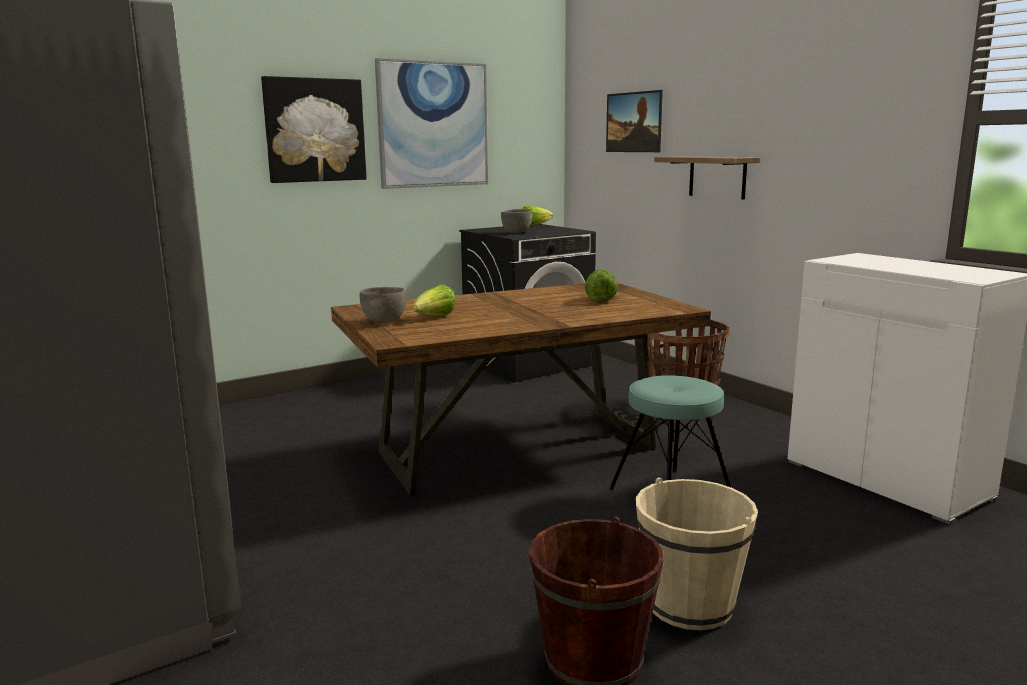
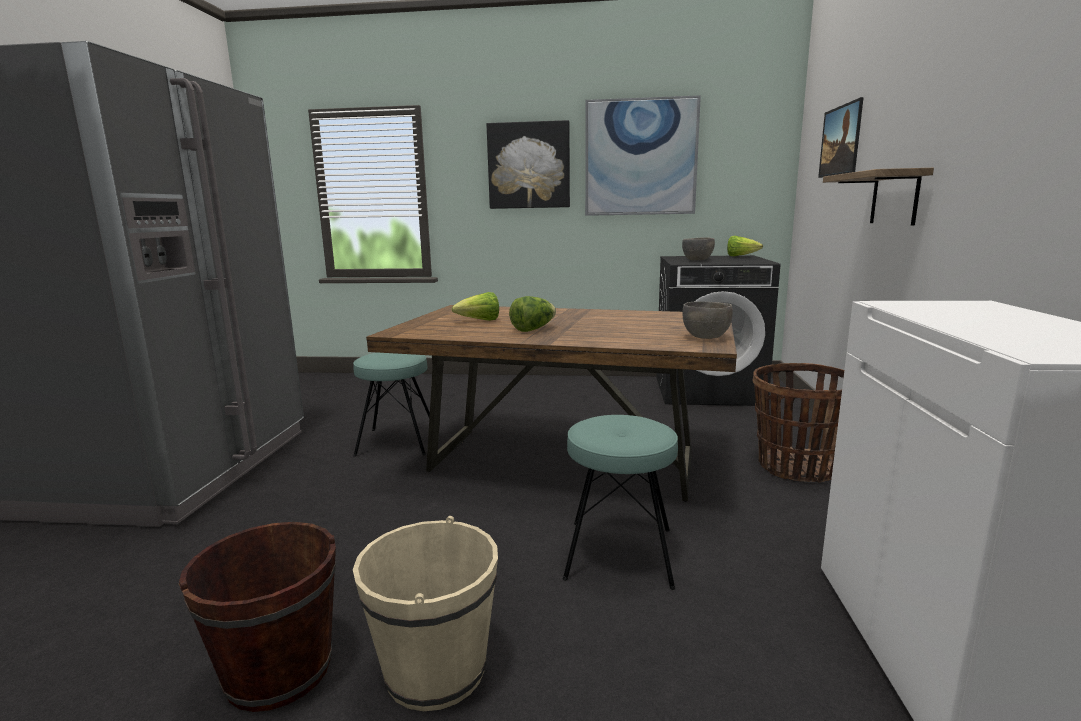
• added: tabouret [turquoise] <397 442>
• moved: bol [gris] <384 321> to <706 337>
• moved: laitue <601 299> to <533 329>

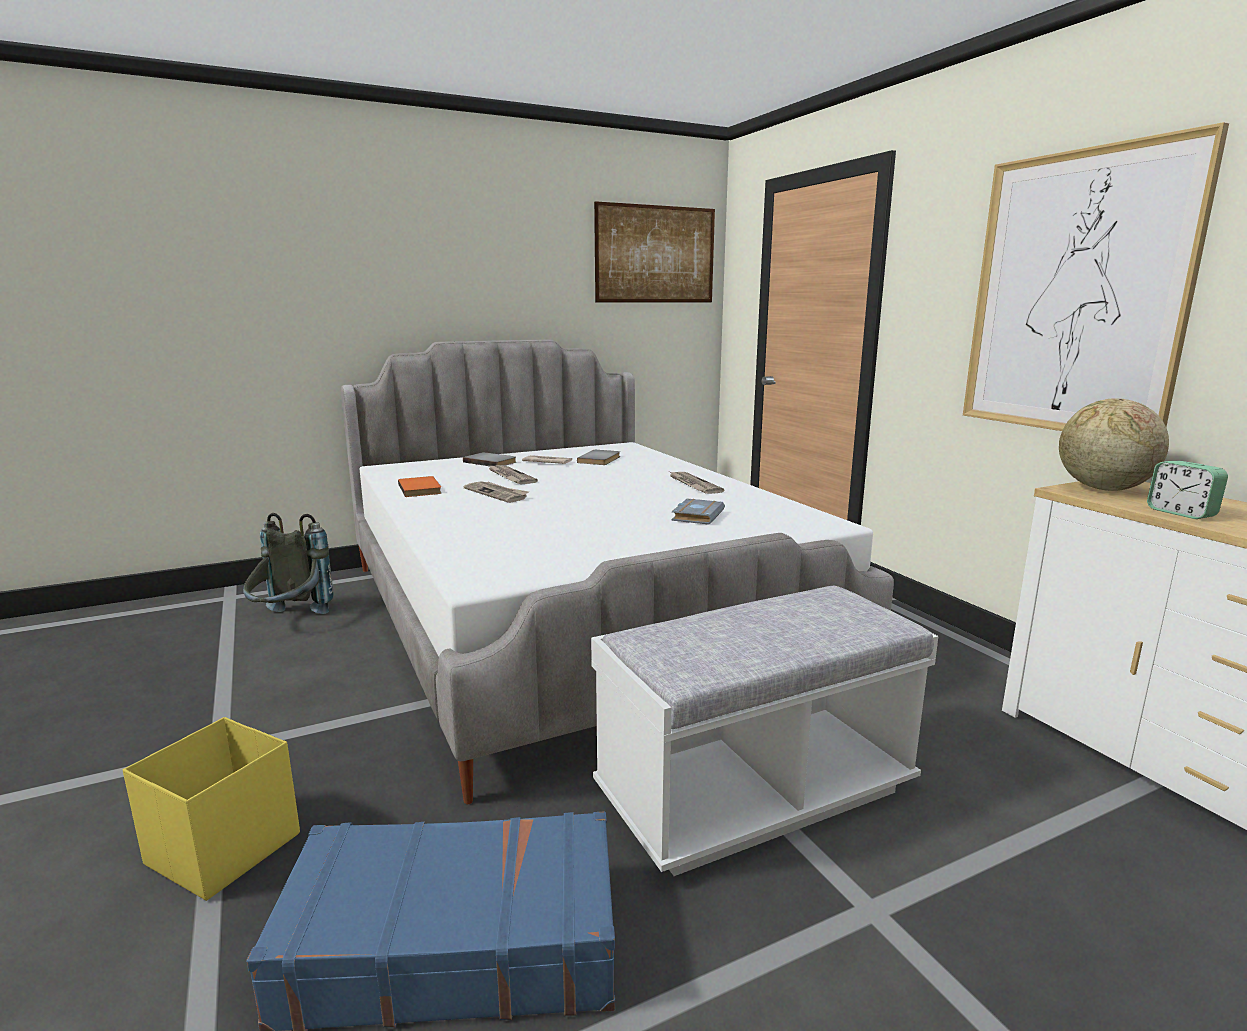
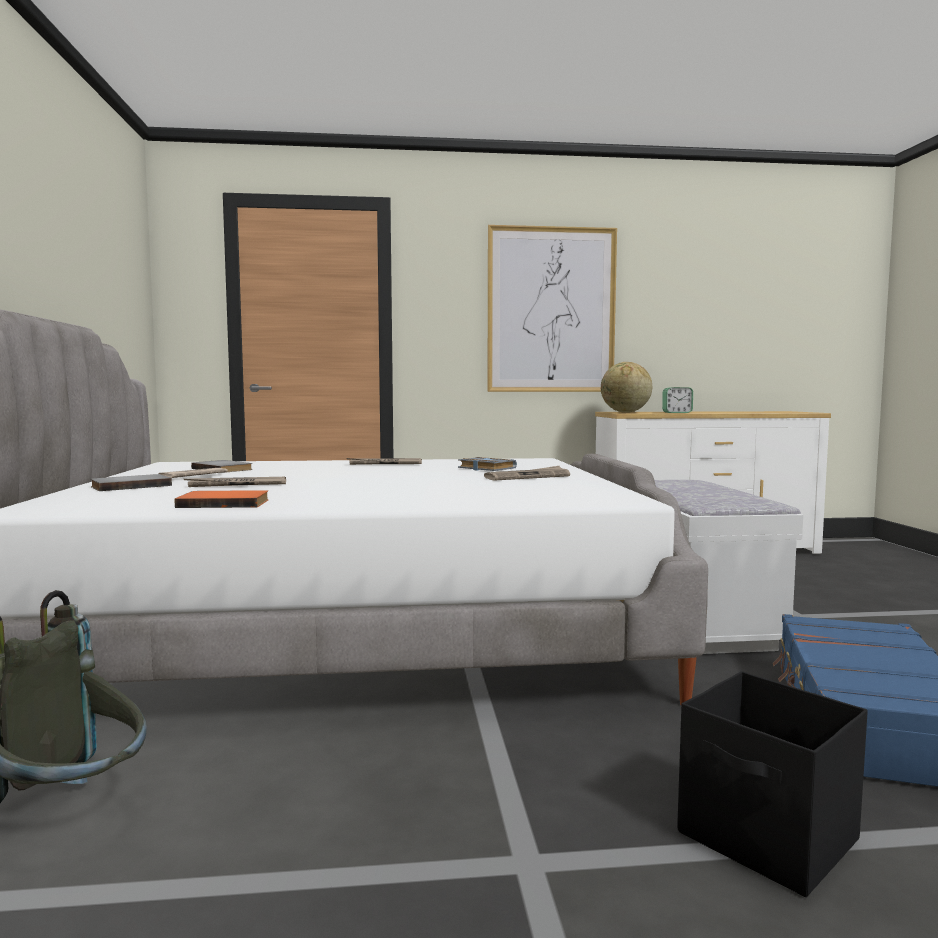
• removed: tableau <655 254>
• moved: journal <497 493> to <527 477>
• recoloured: boîte de rangement [jaune] <221 850> to boîte de rangement [noir] <769 838>

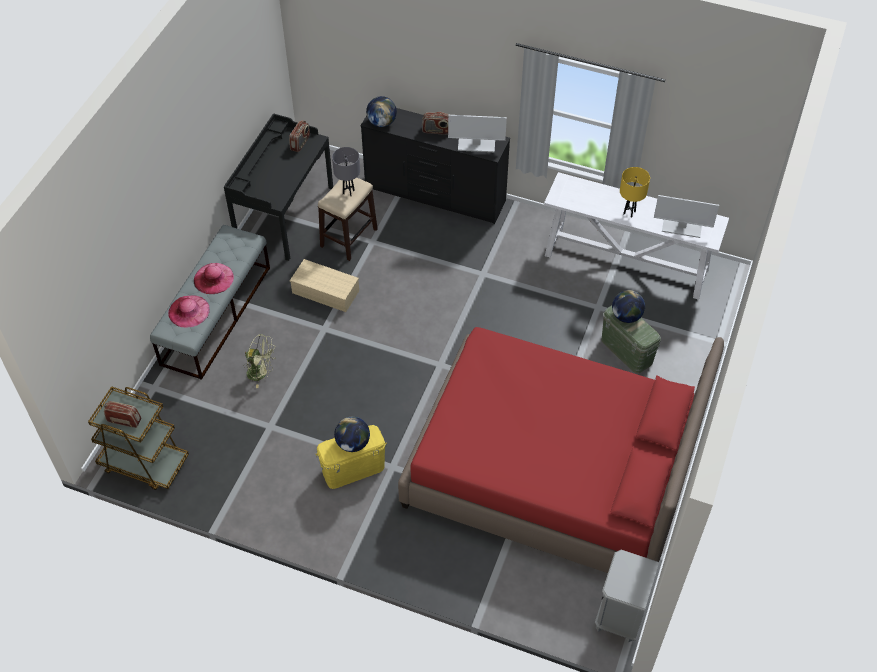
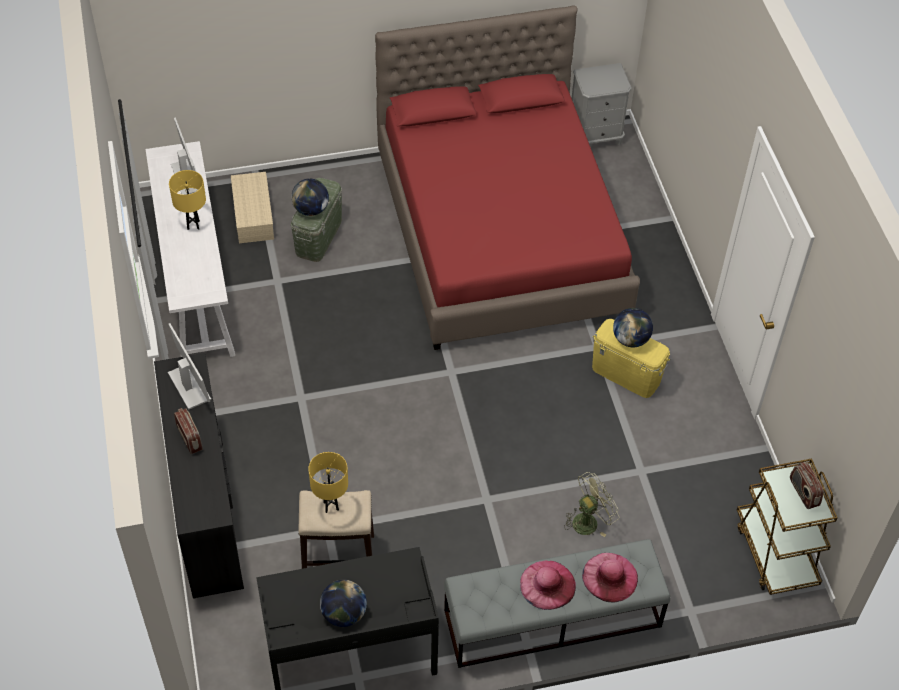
• removed: radio <300 143>
• moved: boîte de rangement [beige] <326 291> to <252 214>
• moved: globe <382 123> to <344 614>
• recoloured: lampe de table [gris] <348 192> to lampe de table [jaune] <330 506>
• turned: ventilateur [vert] <261 373> = <589 520> 75 degrees clockwise

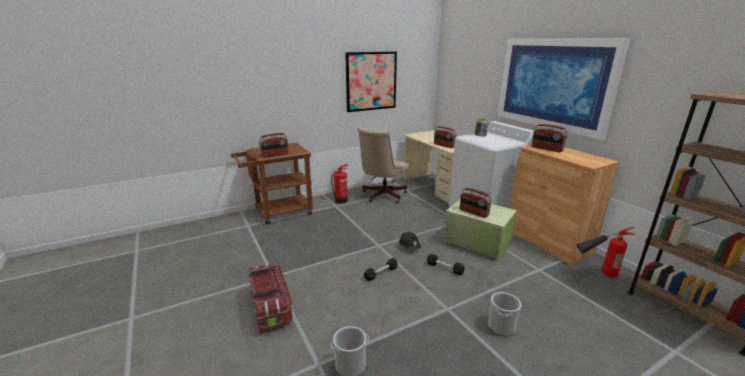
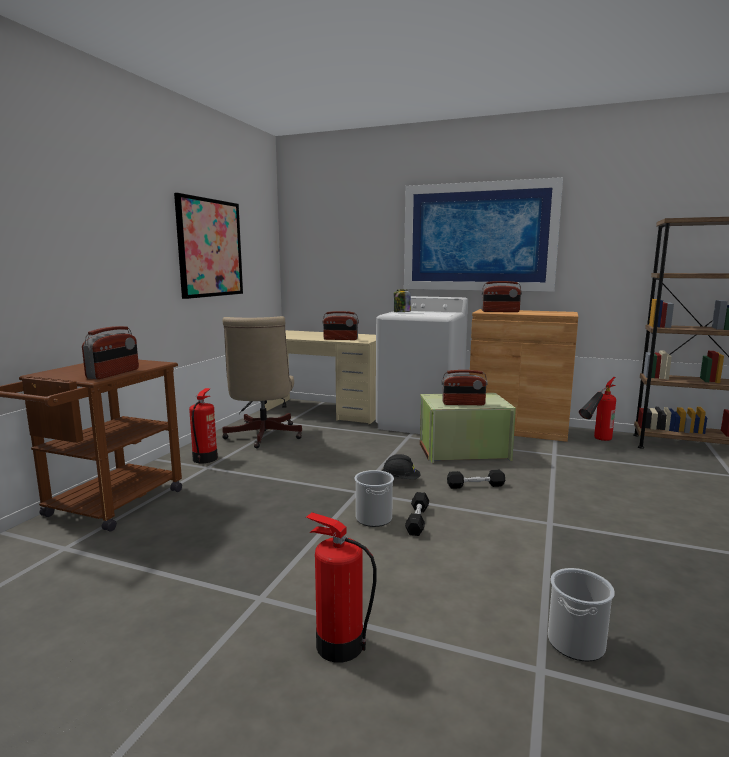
• moved: seau <501 327> to <374 518>
• replaced: boîte de rangement <270 308> to extincteur <338 644>

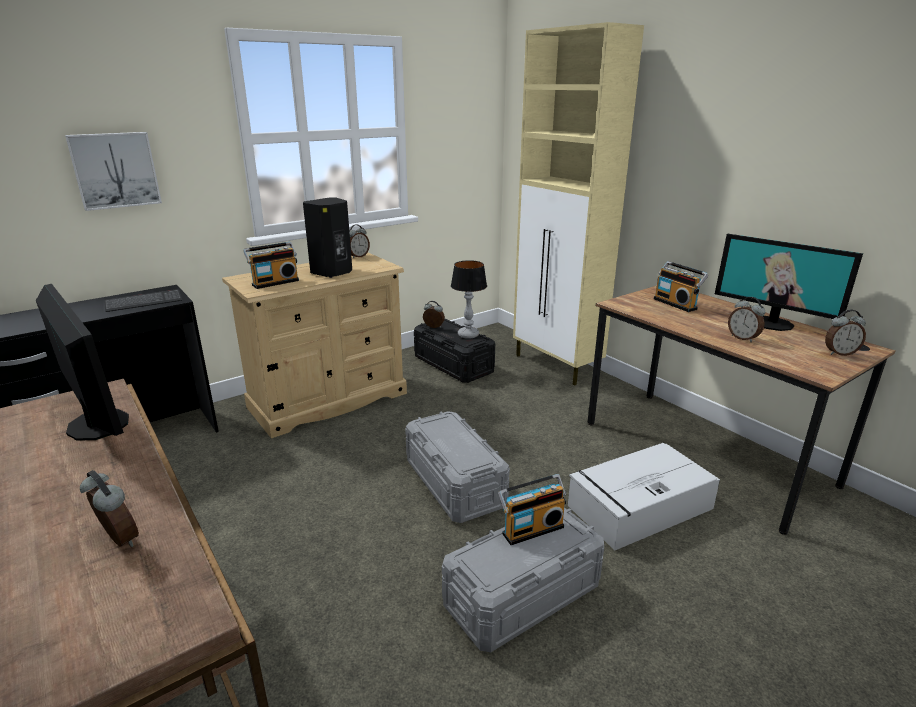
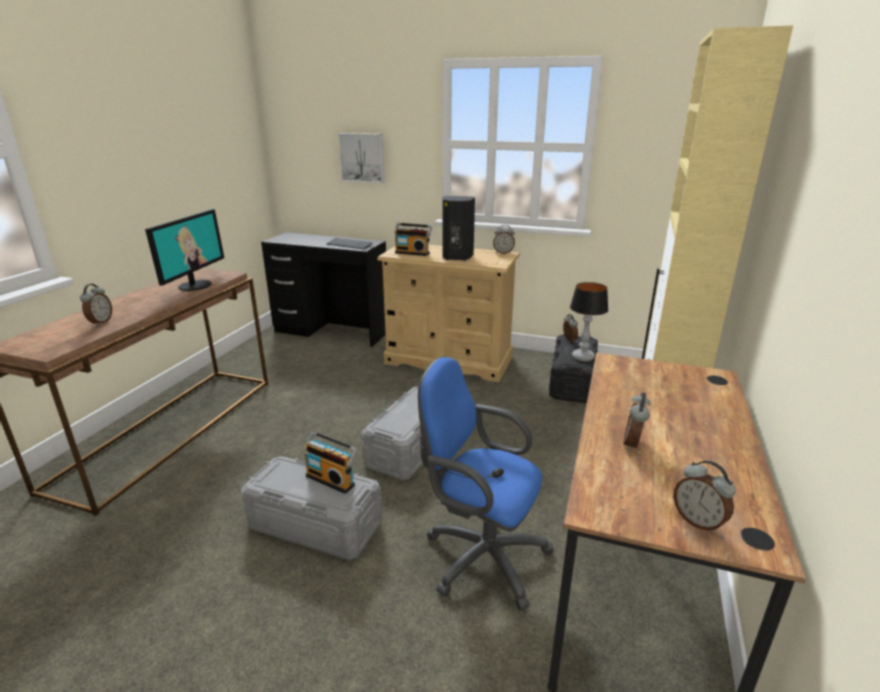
• removed: radio <676 304>
• removed: écran d'ordinateur <772 323>
• replaced: boîte de rangement [gris] <638 508> to chaise de bureau [bleu] <479 556>

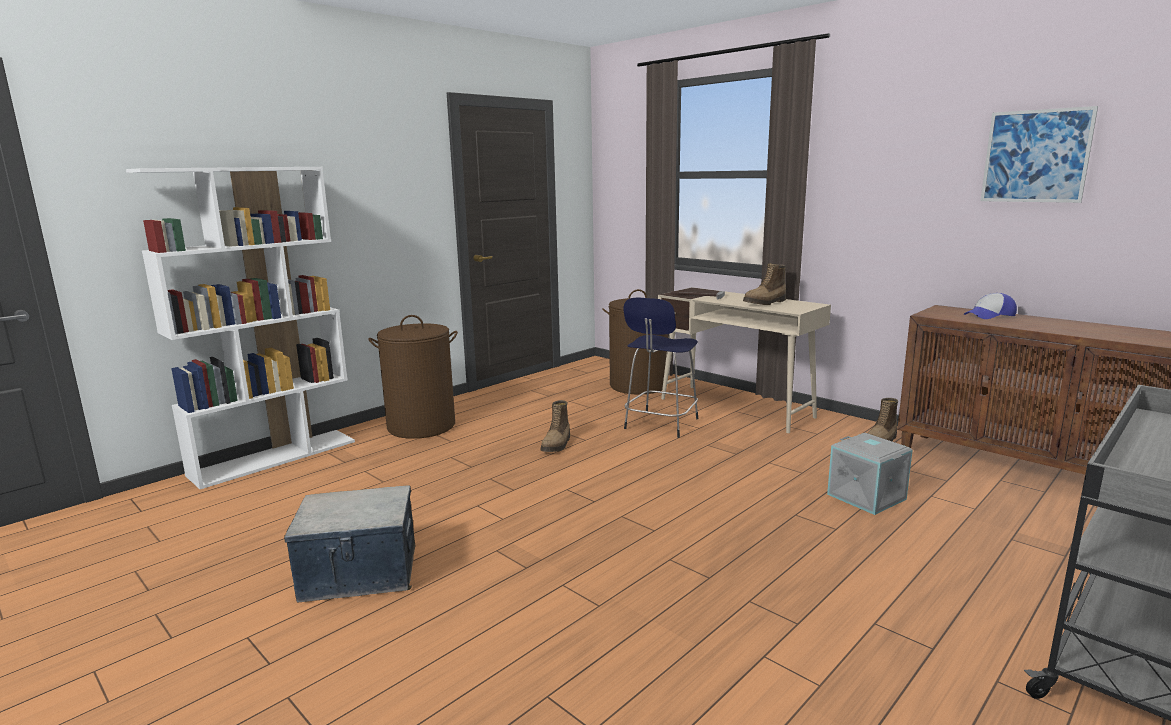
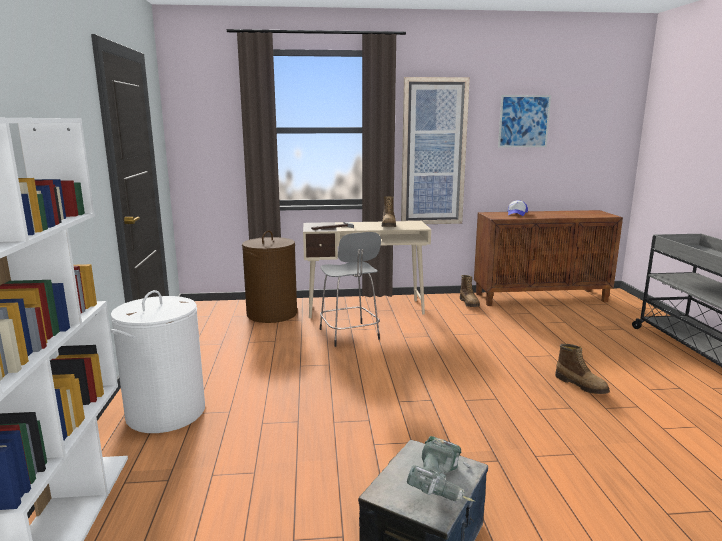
• removed: boîte de rangement [gris] <867 496>
• added: tableau <433 153>
• added: perceuse <443 486>
• moved: botte <557 445> to <581 385>
• recoloured: panier à linge [marron] <421 426> to panier à linge [blanc] <166 412>
• recoloured: tabouret [bleu] <660 424> to tabouret [gris] <349 335>

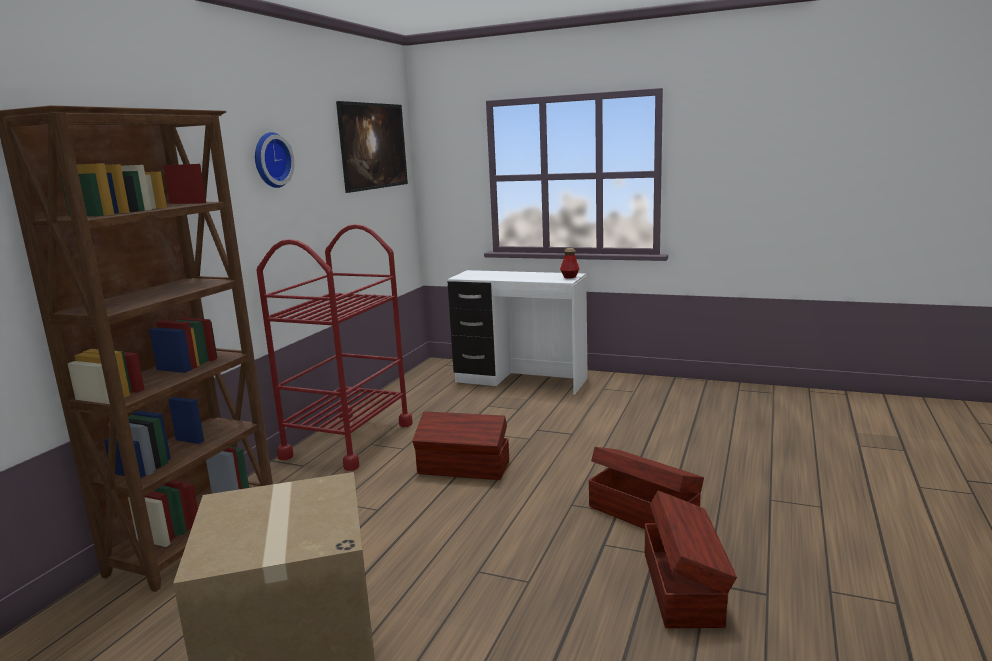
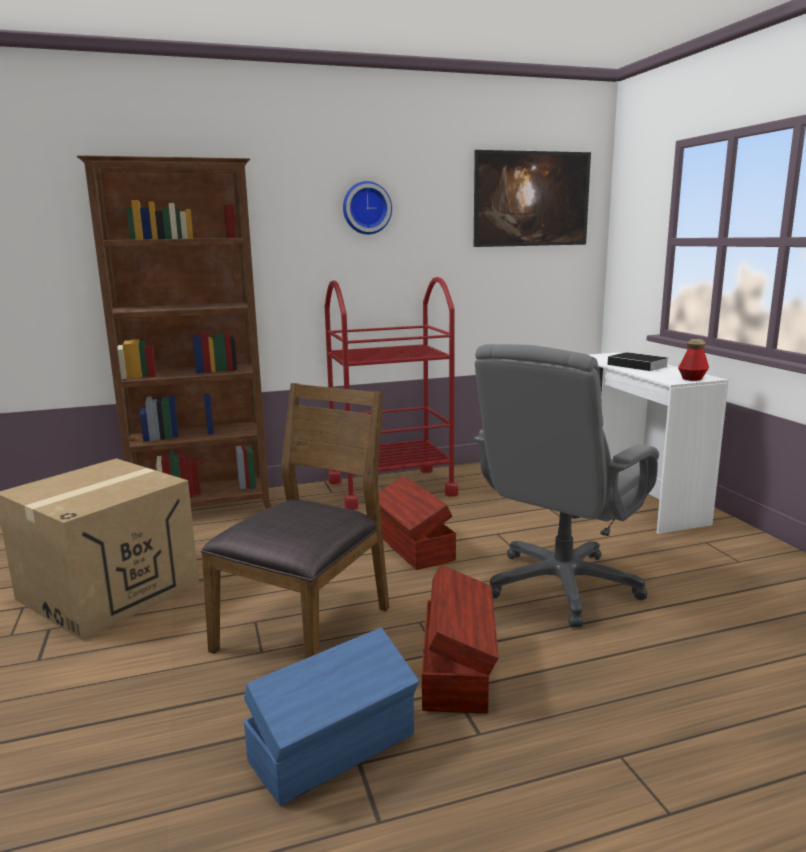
• added: chaise [marron] <307 629>
• added: chaise de bureau [gris] <561 586>
• added: livre <639 366>
• recoloured: boîte de rangement [marron] <683 587> to boîte de rangement [bleu] <335 748>

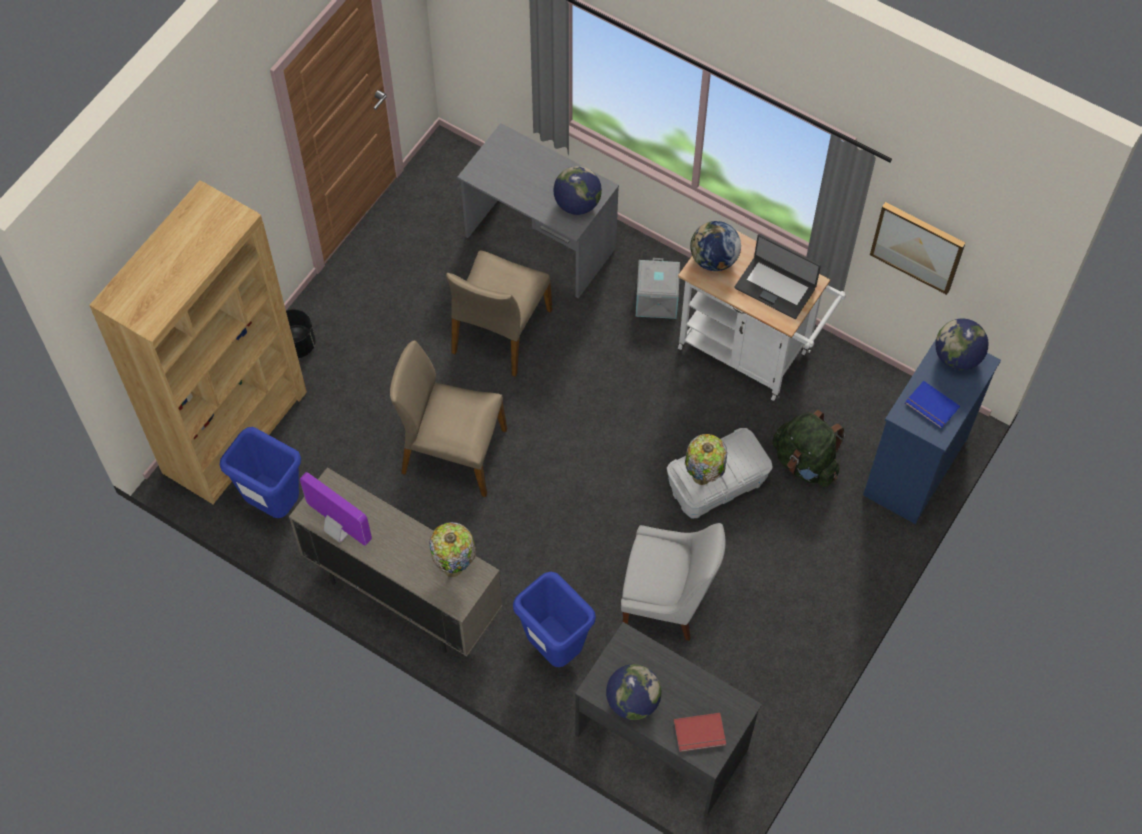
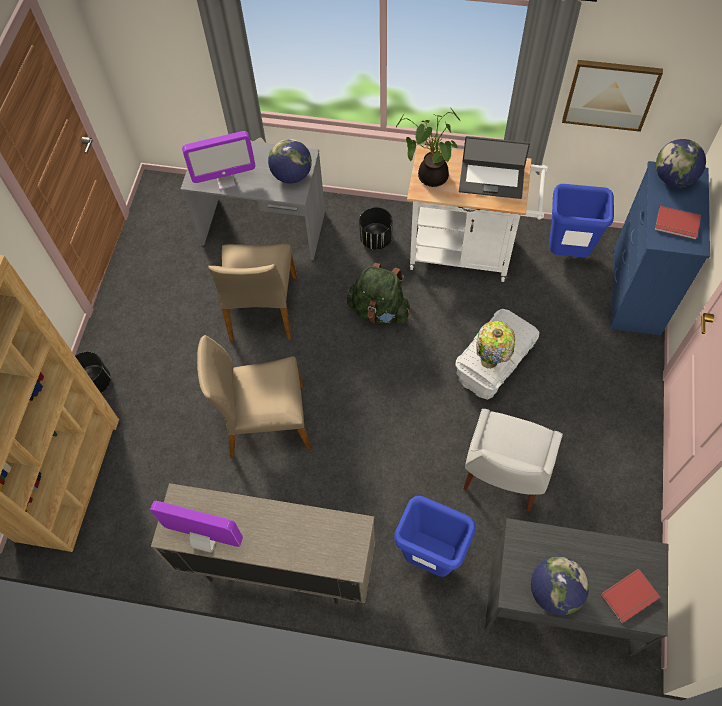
• removed: lampe de table <454 567>
• added: écran d'ordinateur <225 181>
• moved: poubelle [bleu] <273 503> to <566 253>
• moved: sac à dos [vert] <805 462> to <379 311>
• replaced: boîte de rangement [gris] <657 300> to cache-pot [noir] <376 239>
• replaced: globe <713 259> to plante en pot <430 176>
• recoloured: livre [bleu] <931 407> to livre [rouge] <677 225>
• turned: chaise [blanc] <667 601> = <503 476> 120 degrees clockwise

